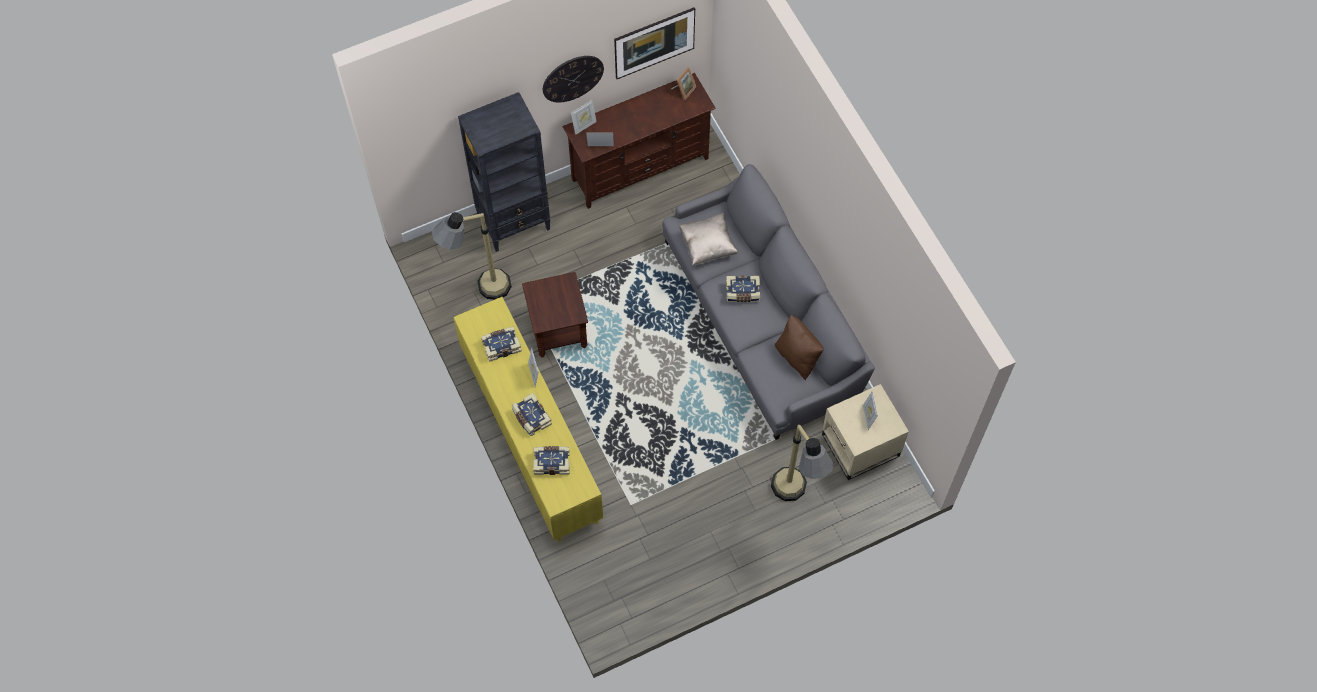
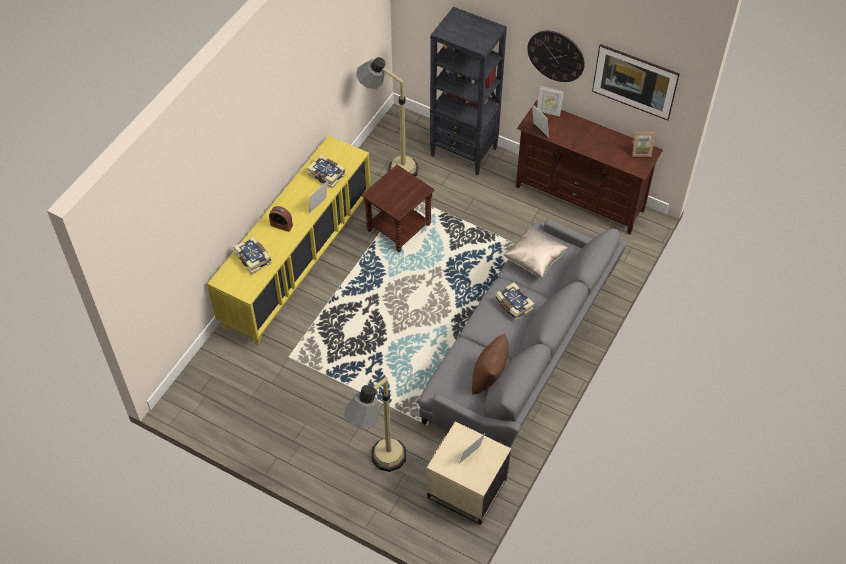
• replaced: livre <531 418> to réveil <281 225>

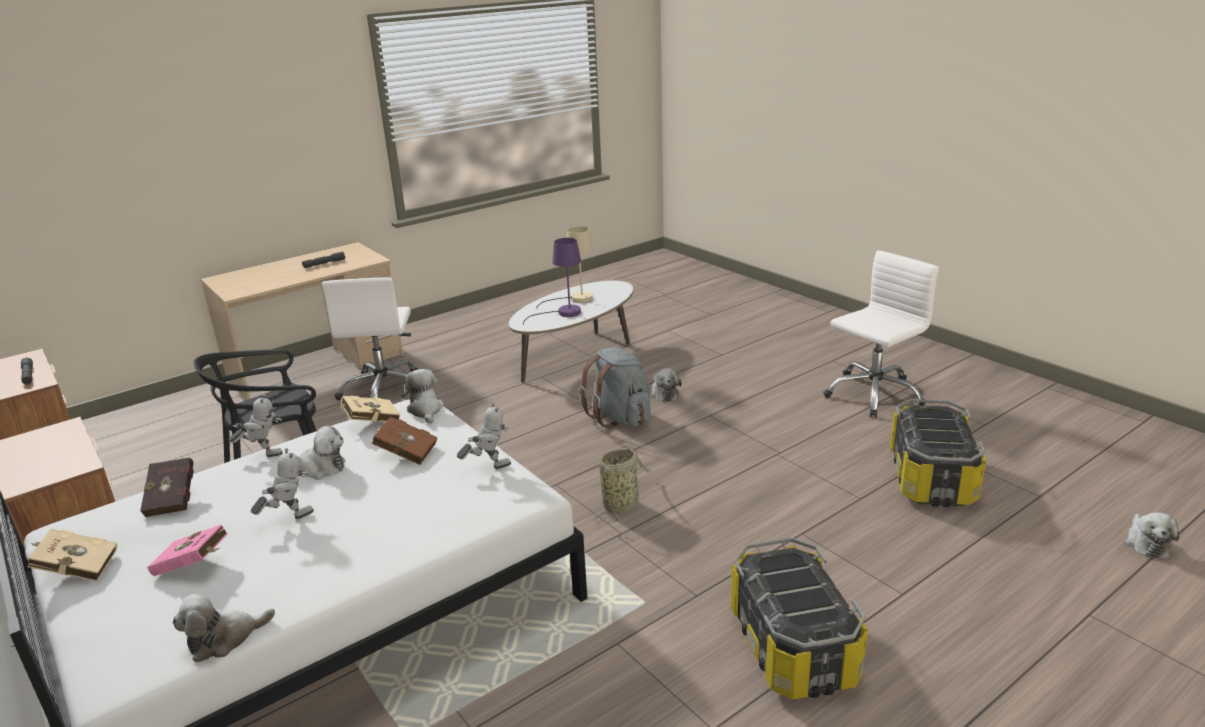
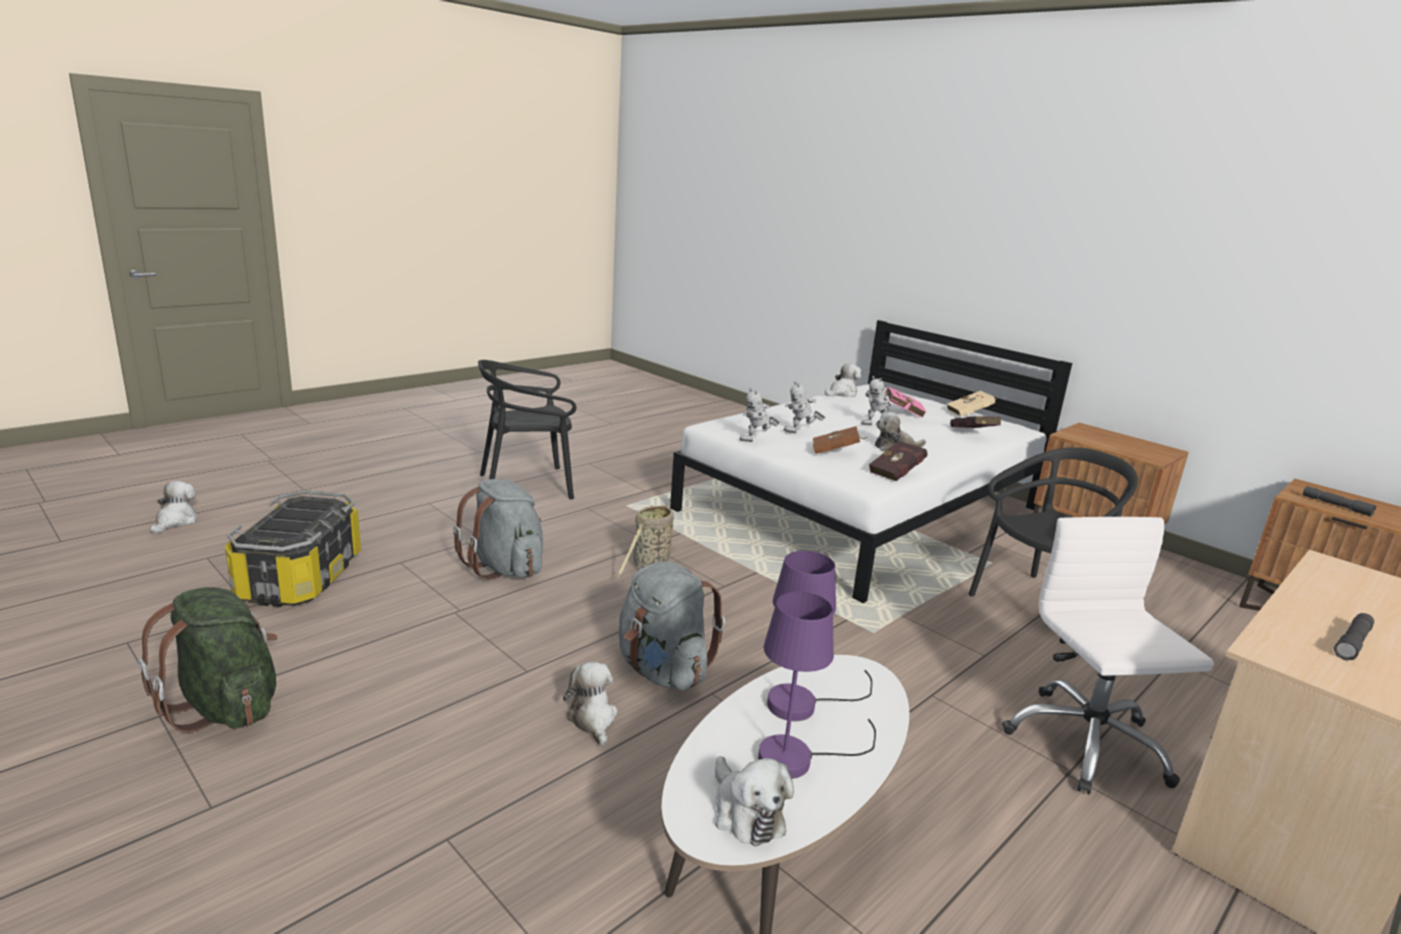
• added: sac à dos [gris] <505 567>
• moved: robot jouet <263 454> to <800 433>
• moved: peluche <425 410> to <746 812>
• replaced: boîte de rangement <793 646> to chaise [noir] <527 485>
• replaced: chaise de bureau [blanc] <873 393> to sac à dos [vert] <226 707>
• recoloured: livre [beige] <369 422> to livre [rouge] <898 473>
• recoloured: lampe de table [beige] <575 300> to lampe de table [violet] <799 757>

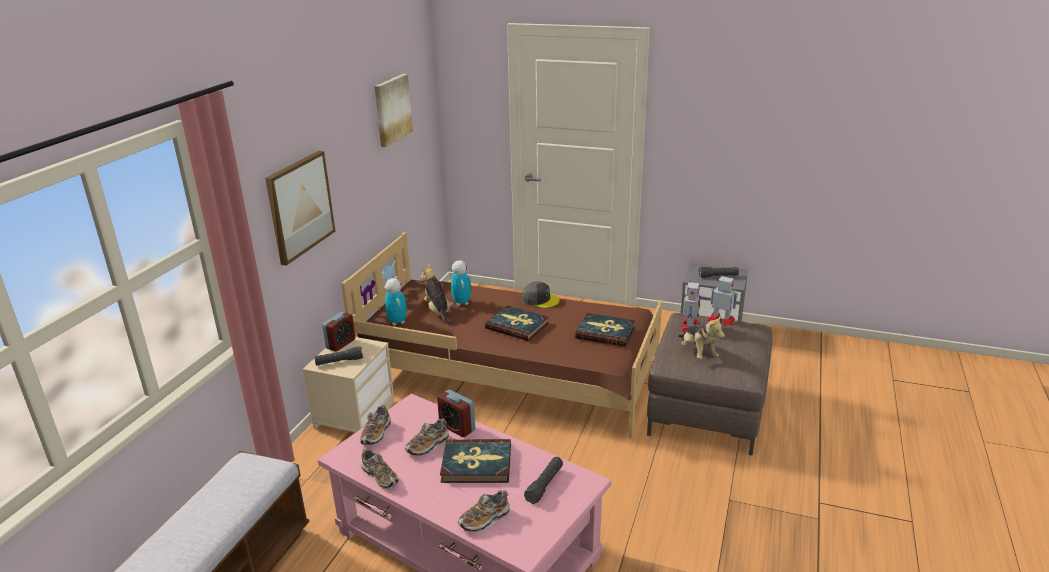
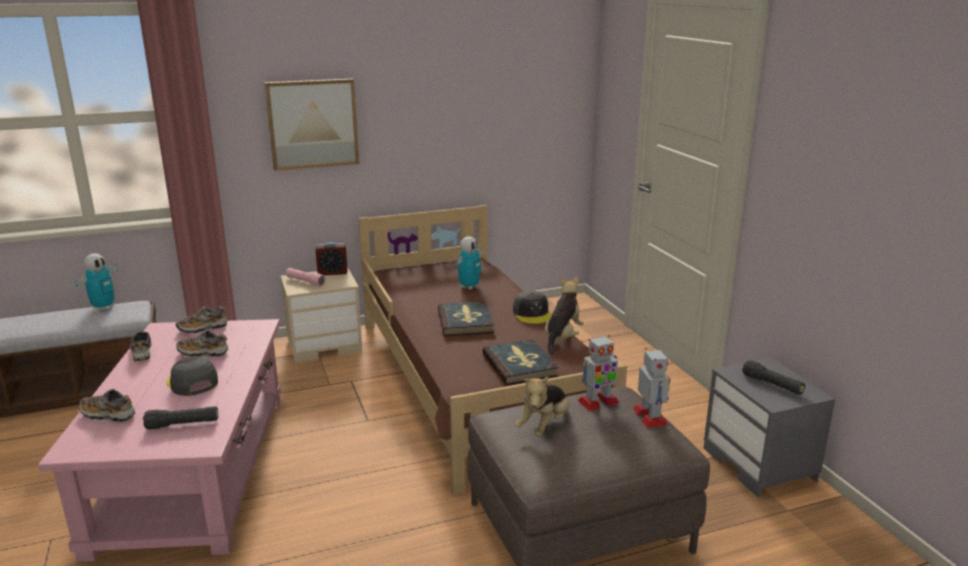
• removed: tableau <392 109>
• removed: réveil <457 427>
• moved: robot jouet <397 322> to <103 307>
• moved: peluche <438 312> to <562 338>
• replaced: livre <476 464> to casquette [gris] <192 382>
• recoloured: lampe de poche [noir] <339 361> to lampe de poche [rose] <305 282>
• turned: chaussure <380 476> = <142 352> 150 degrees clockwise

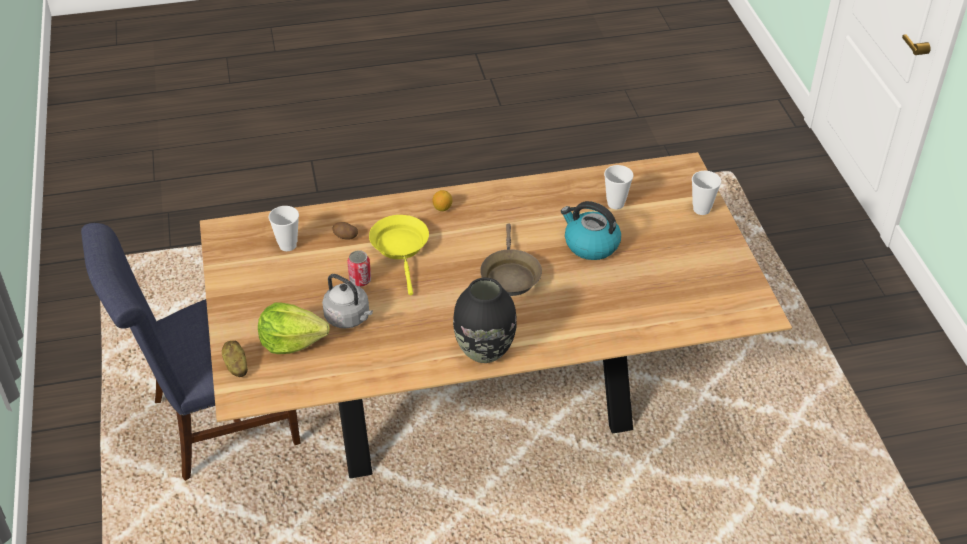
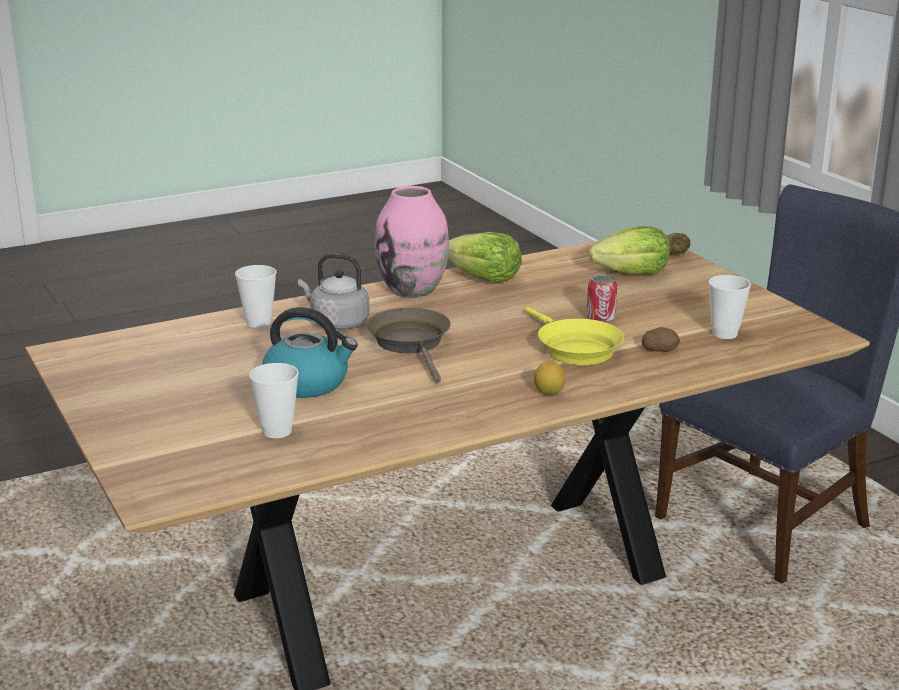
• added: laitue <484 278>
• moved: bouilloire [gris] <349 318> to <336 323>
• moved: tasse <701 209> to <259 323>
• recoloured: vase [noir] <483 350> to vase [rose] <413 290>

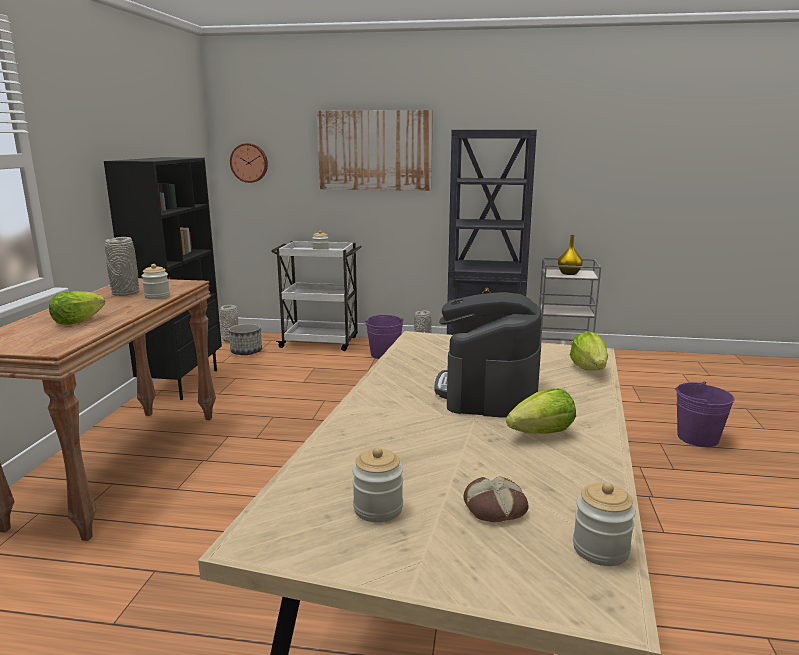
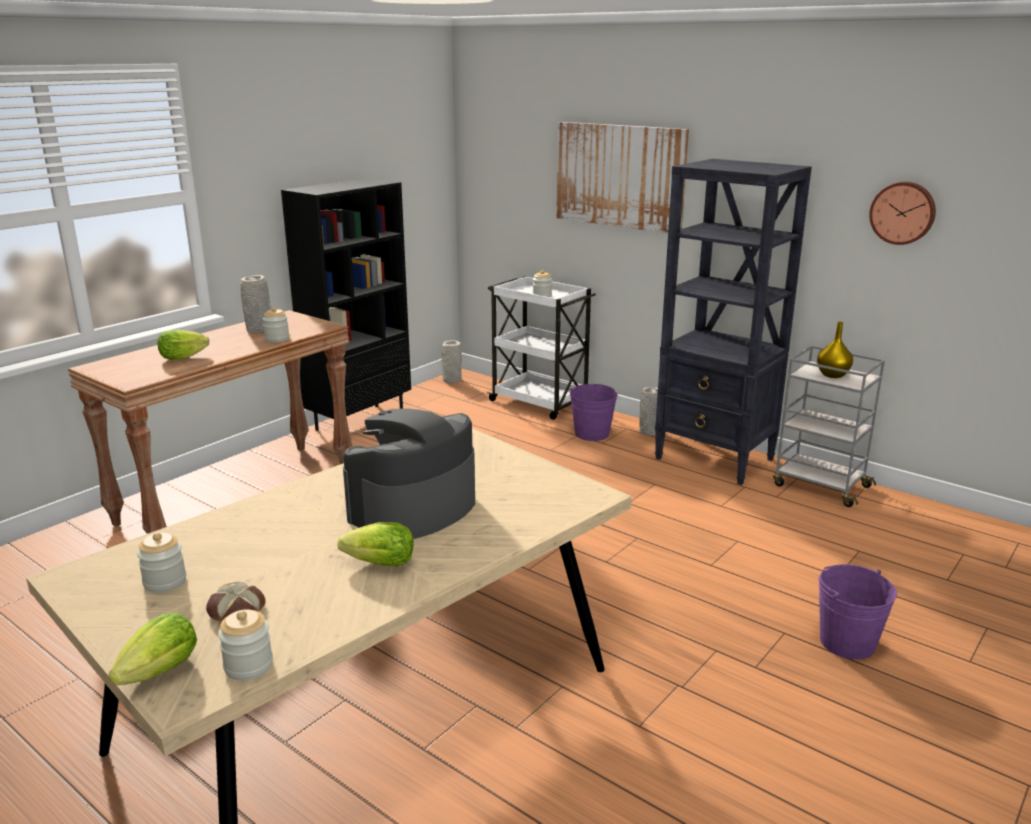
• removed: cache-pot <246 352>
• moved: horloge murale <249 163> to <903 213>
• moved: laitue <589 369> to <161 671>

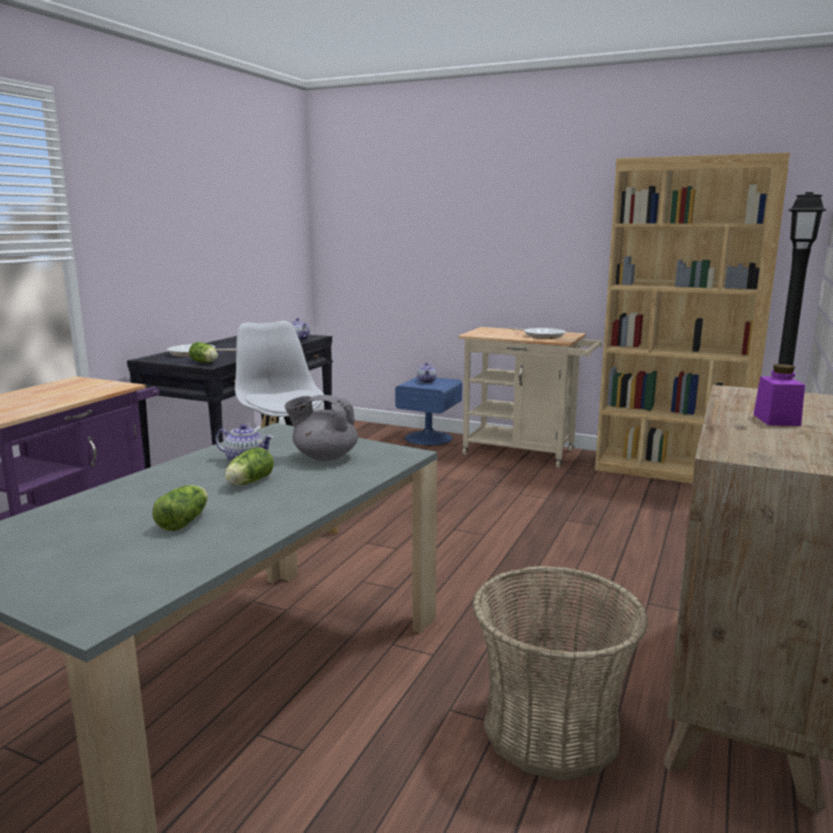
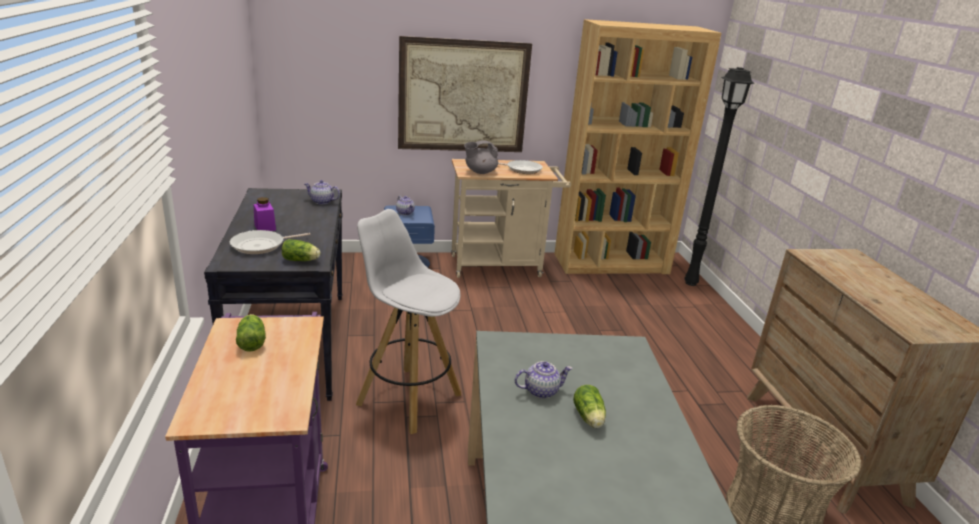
• added: tableau <463 96>
• moved: laitue <185 521> to <252 341>
• moved: théière [gris] <324 457> to <480 172>
• moved: bocal [violet] <776 420> to <265 227>

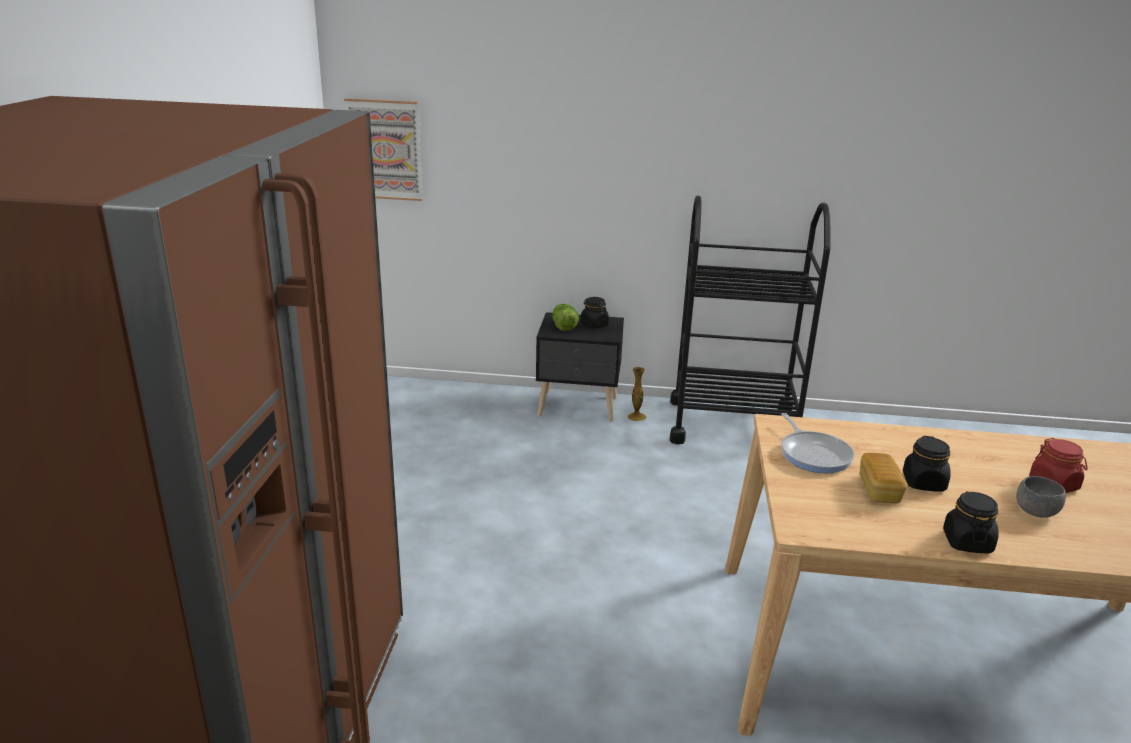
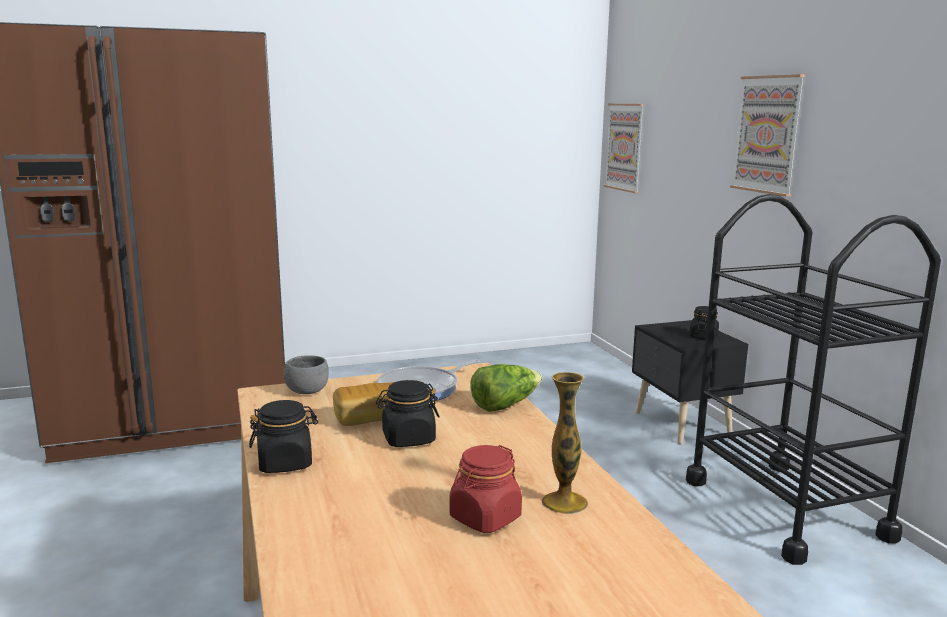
• added: tableau <767 134>
• moved: laitue <563 326> to <505 405>
• moved: vase <636 417> to <564 503>
• moved: bol [gris] <1035 512> to <307 391>

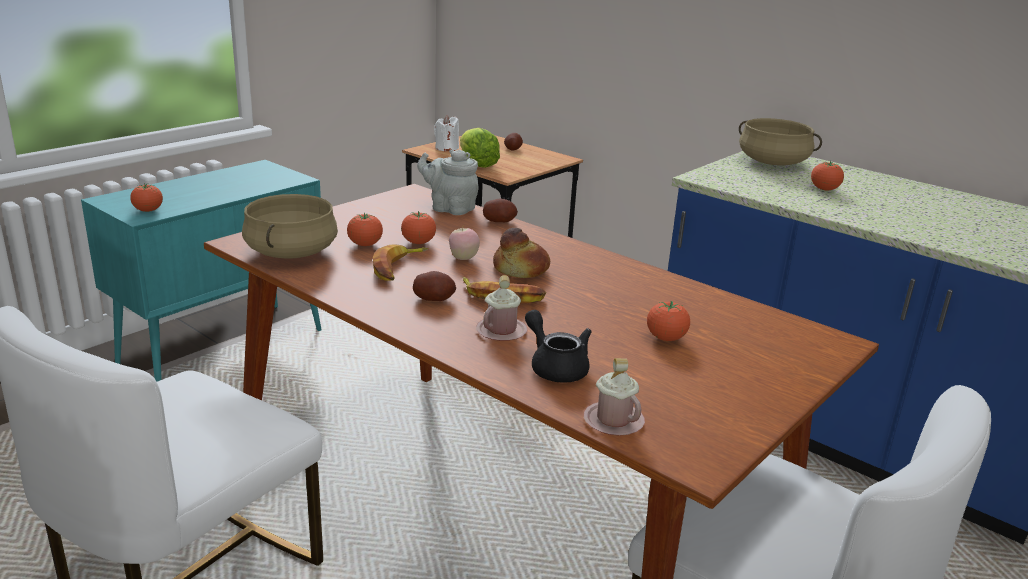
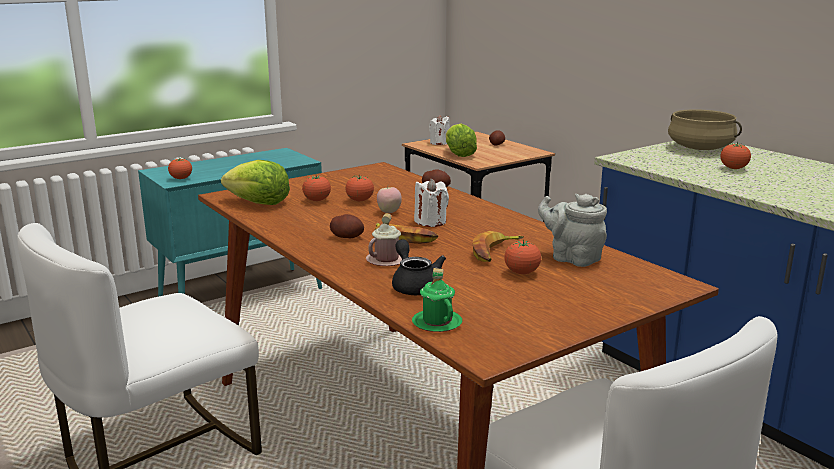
• moved: banane <398 268> to <495 252>
• moved: théière [gris] <450 208> to <572 258>
• replaced: marmite [beige] <292 252> to laitue <258 203>
• replaced: pain <520 270> to bougie [blanc] <430 222>
• recoloured: mug [rose] <613 421> to mug [vert] <437 323>

